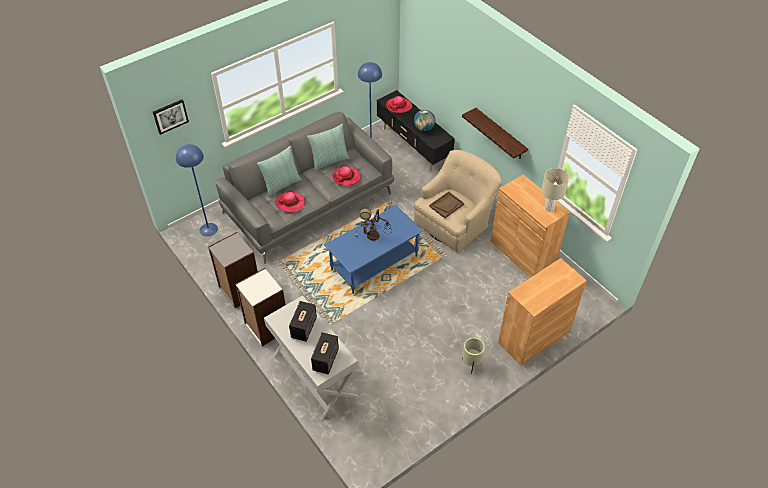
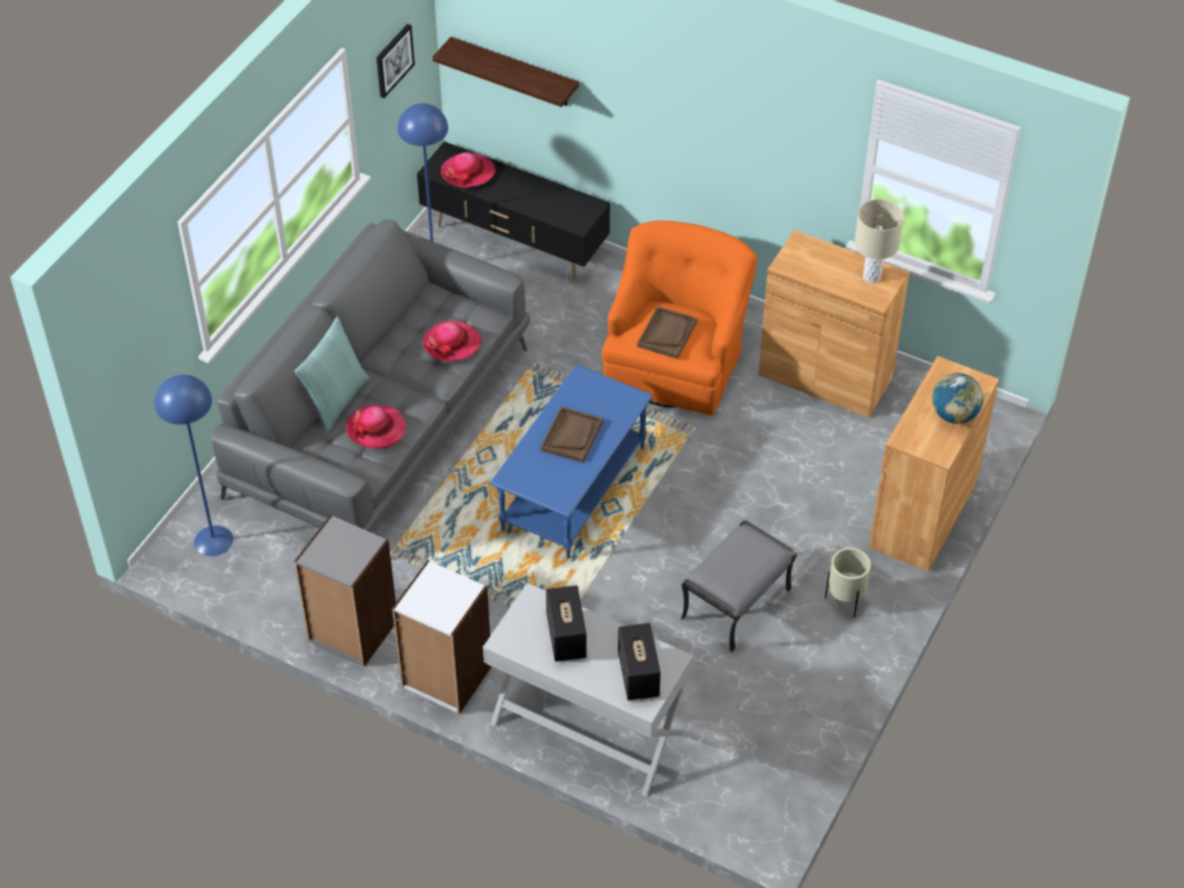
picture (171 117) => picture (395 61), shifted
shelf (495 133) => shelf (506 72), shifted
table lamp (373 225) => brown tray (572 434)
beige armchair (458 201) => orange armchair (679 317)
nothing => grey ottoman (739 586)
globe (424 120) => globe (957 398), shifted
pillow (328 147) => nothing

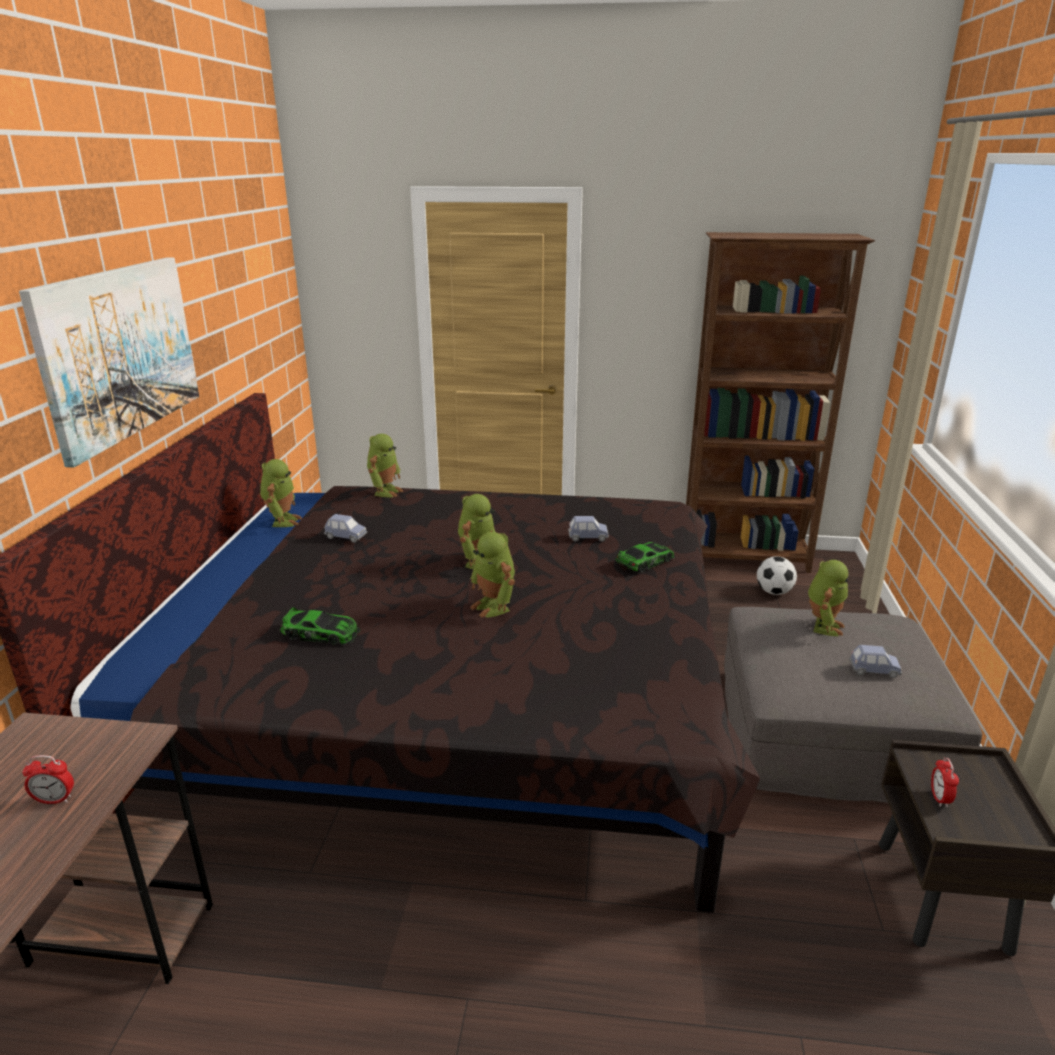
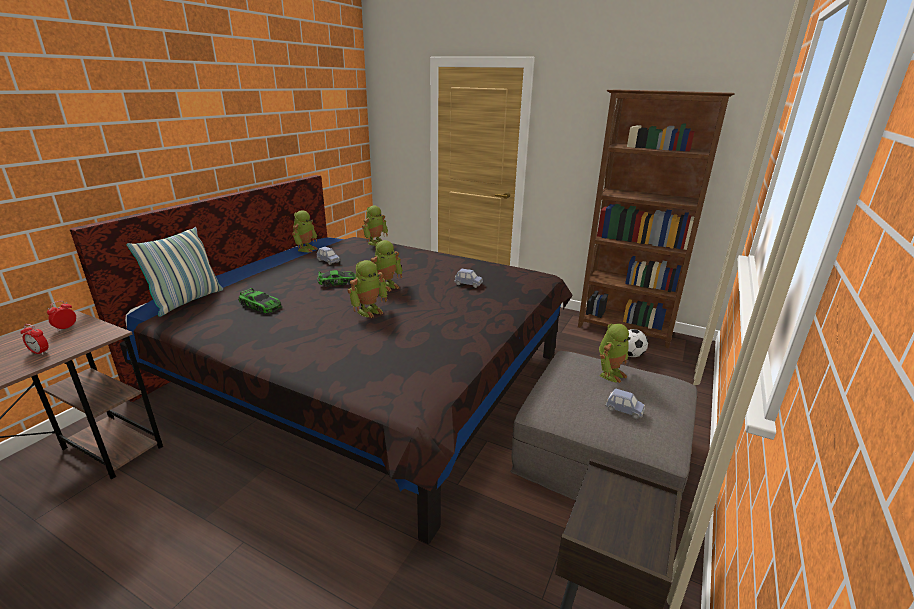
alarm clock (945 782) => alarm clock (61 316), shifted
nothing => pillow (175 272)
toy car (645 557) => toy car (336 278), shifted
toy robot (492 575) => toy robot (367 289), 120 degrees counterclockwise
picture (109 362) => nothing

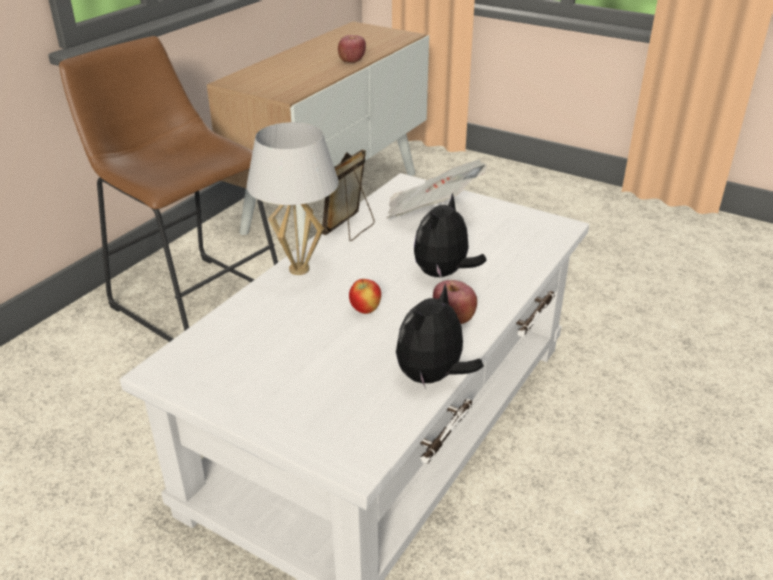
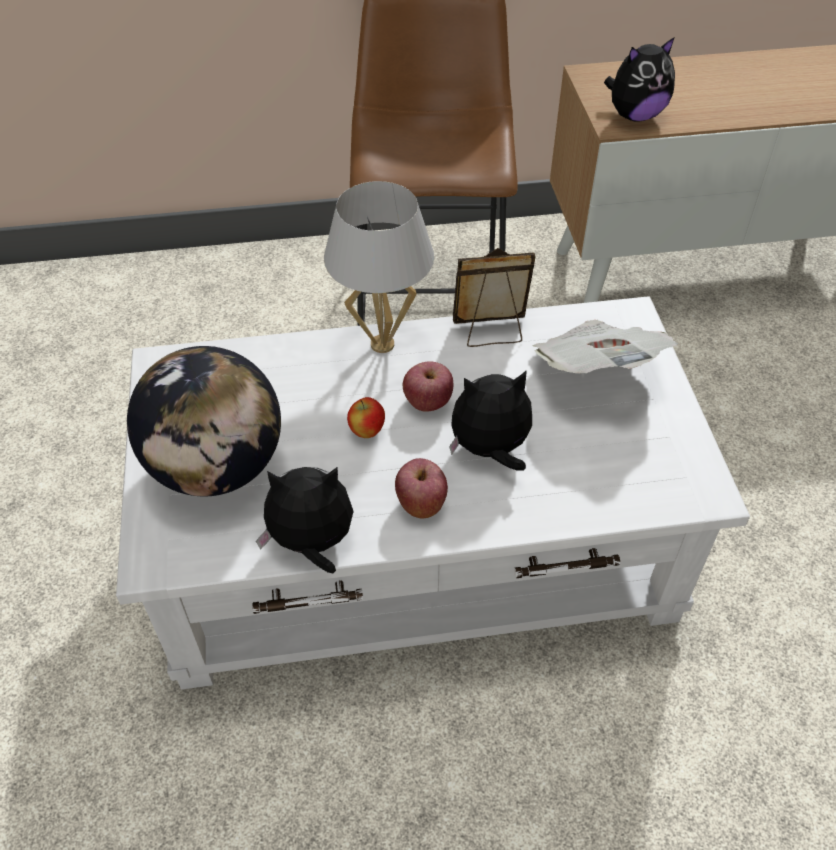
nothing => globe (204 421)
apple (352 49) => apple (428 386), shifted
nothing => plush toy (639 79)

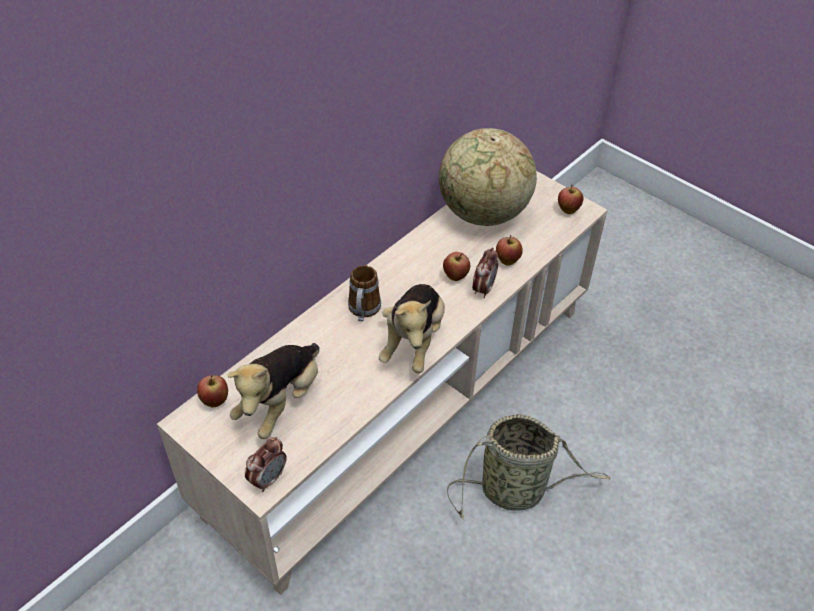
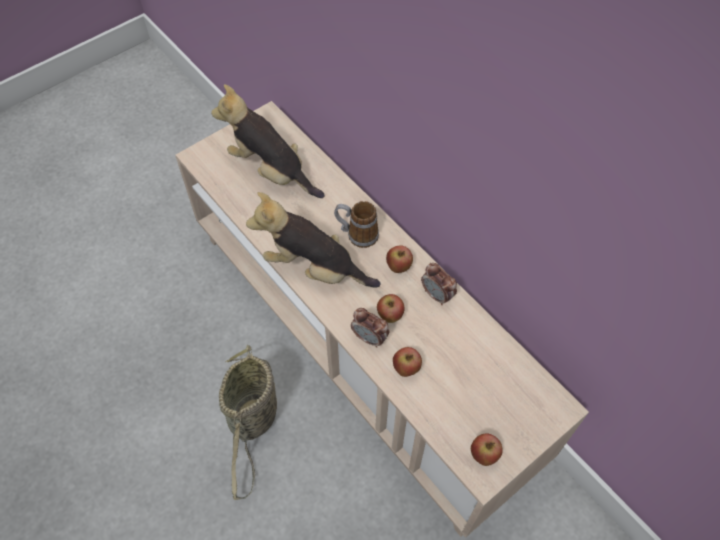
apple (212 391) => apple (399 259), shifted
alarm clock (266 464) => alarm clock (439 284), shifted
globe (488 177) => nothing

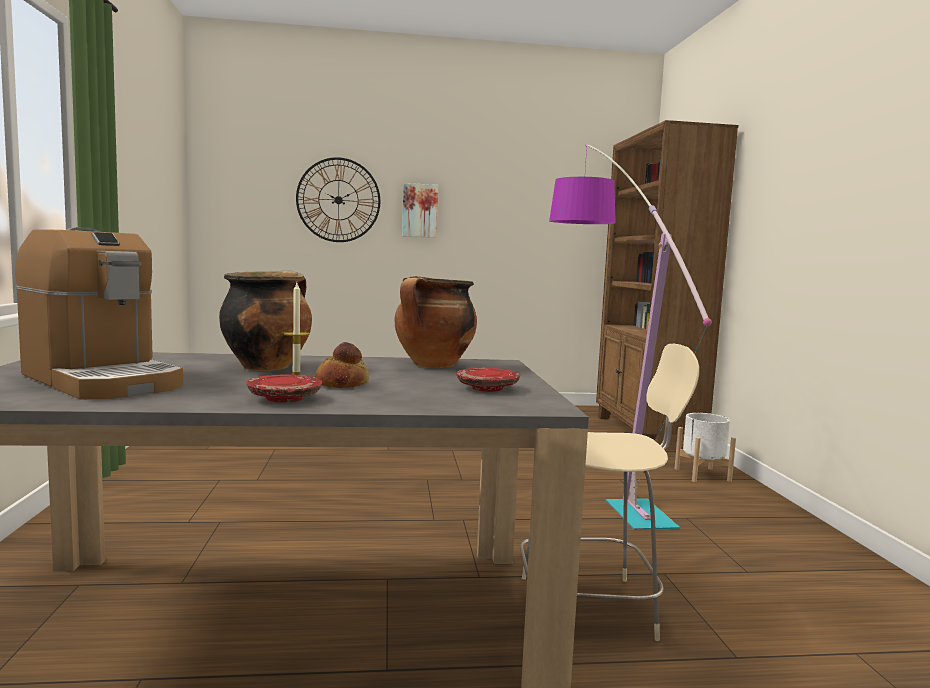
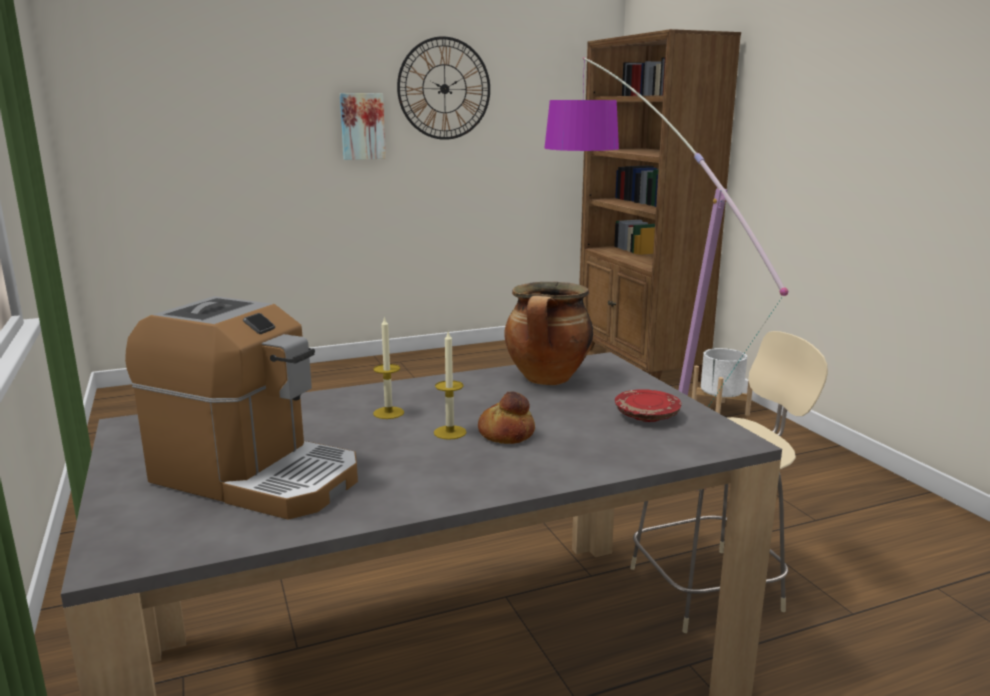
cooking pot (265 321) => candle (388 367)
wall clock (338 199) => wall clock (443 88), shifted
red plate (284 388) => nothing

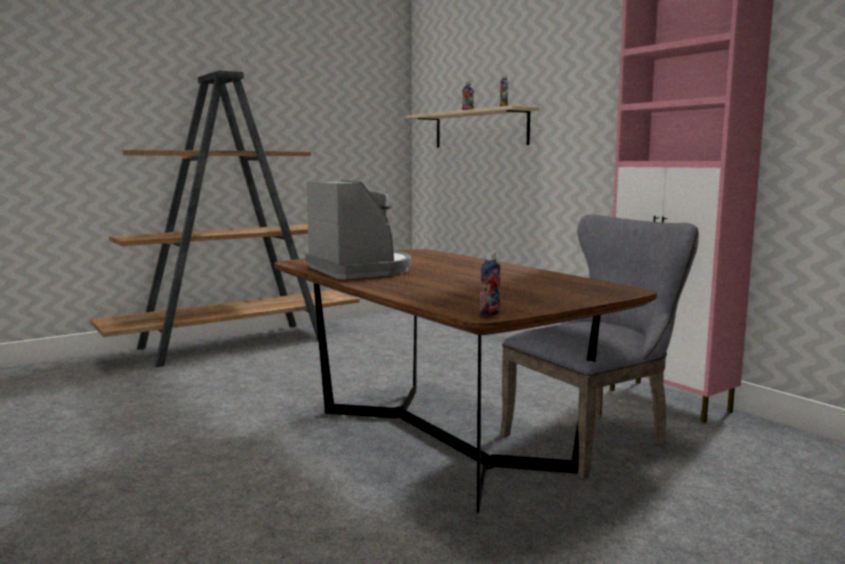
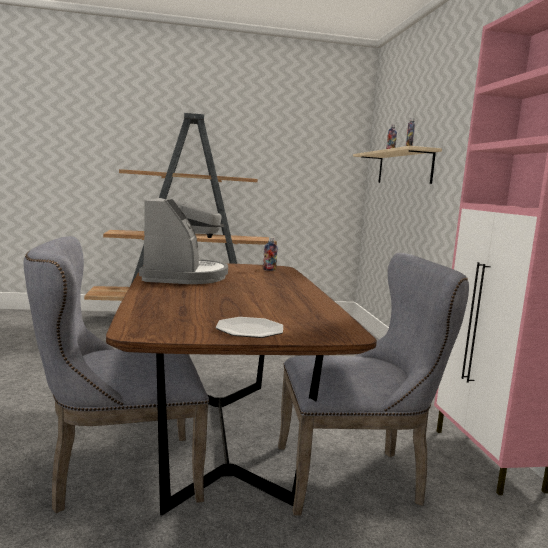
nothing => grey chair (116 374)
nothing => plate (249 327)
bottle (490 284) => bottle (270 254), shifted

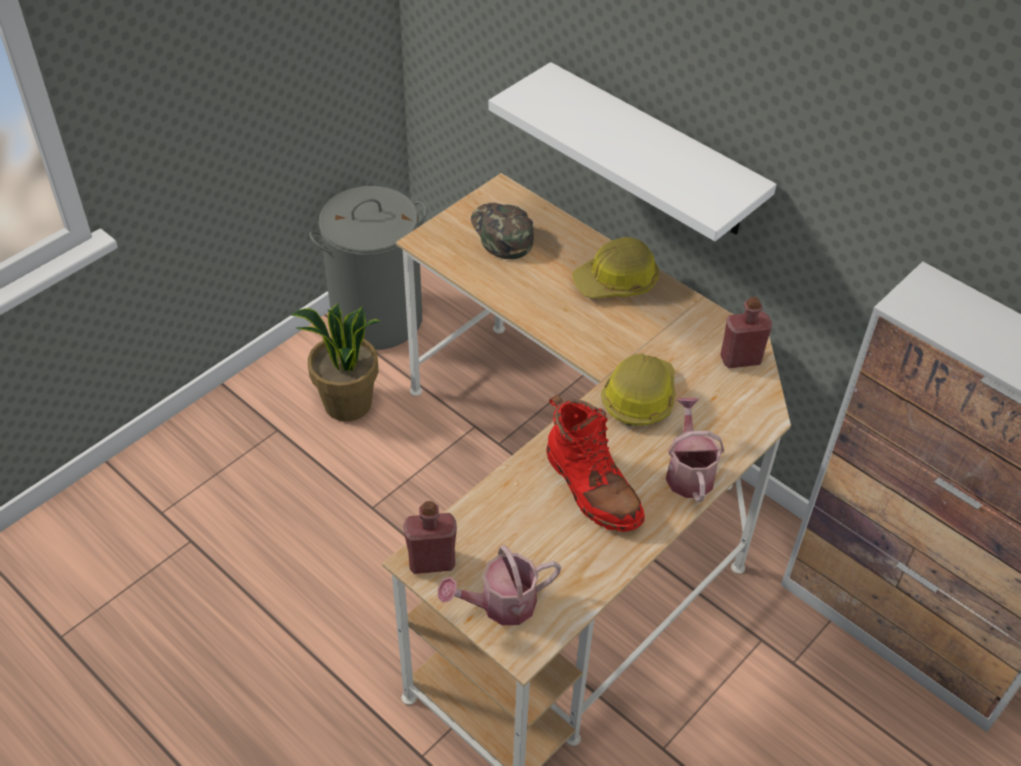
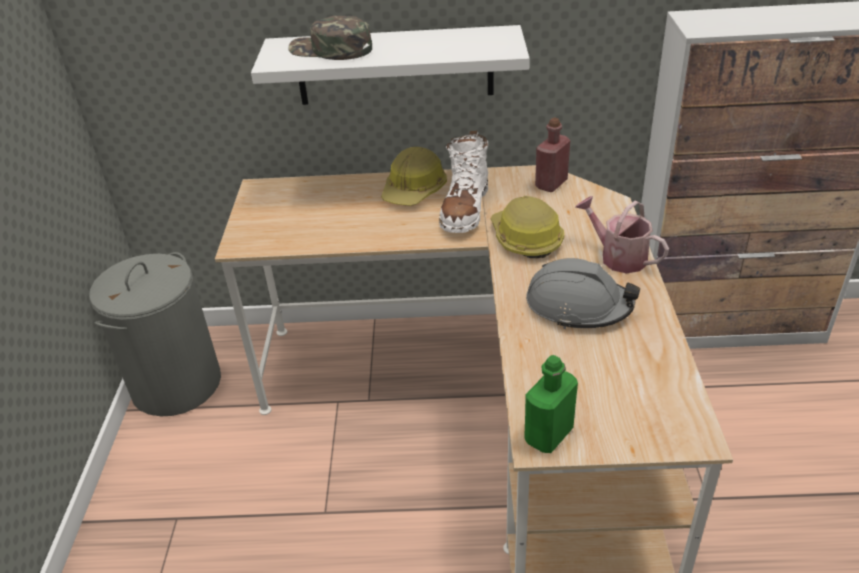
green cap (502 231) => green cap (330 38), shifted
nothing => white boot (463 182)
red bottle (430 537) => green bottle (551 404)
red boot (595 463) => grey hard hat (583 293)
potted plant (335 362) => nothing
watering can (499 585) => nothing

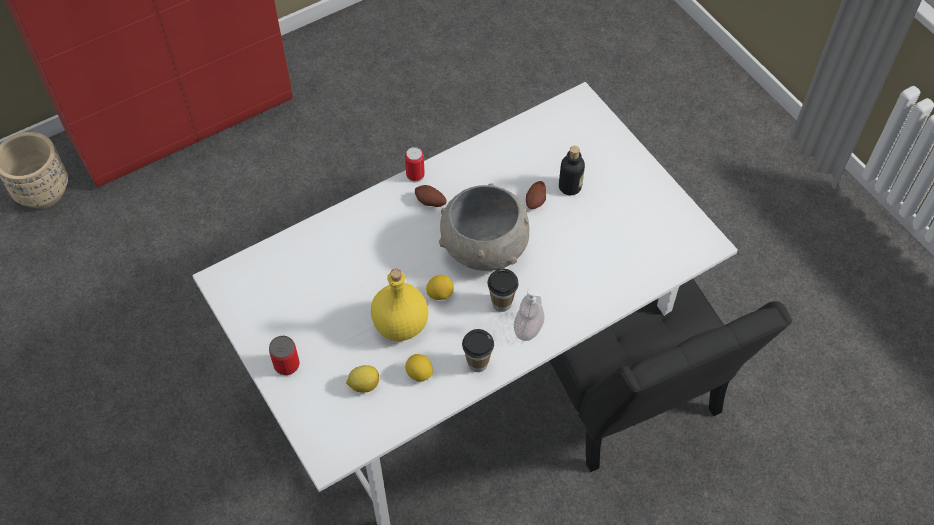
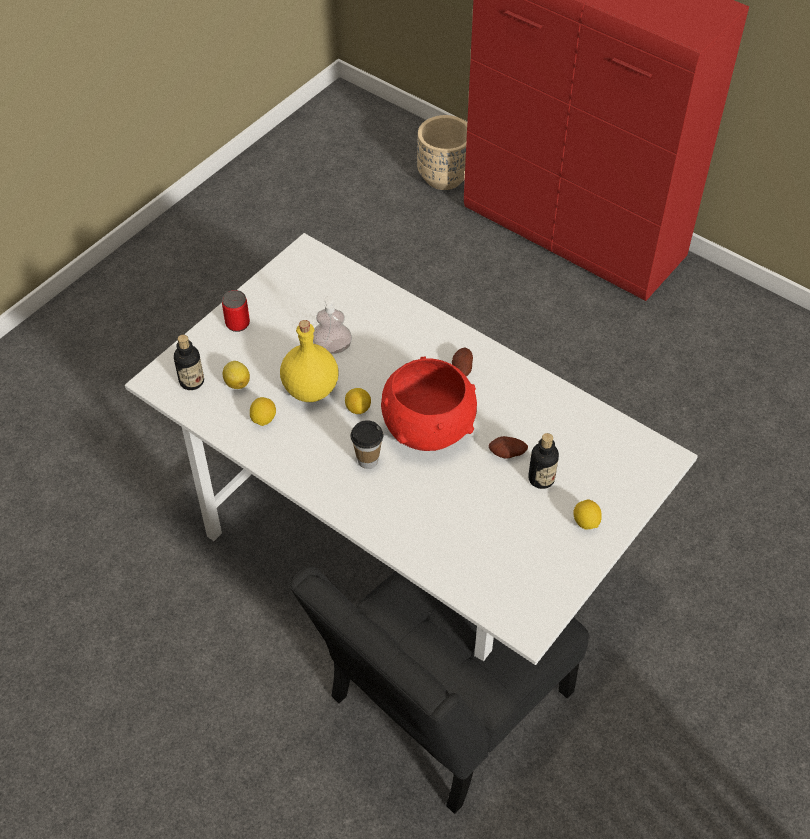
nothing => bottle (189 362)
soap dispenser (529 314) => soap dispenser (332 325), shifted
grey bowl (484 227) => red bowl (429 403)
nothing => lemon (587 515)
can (415 165) => nothing
cup (478 350) => nothing

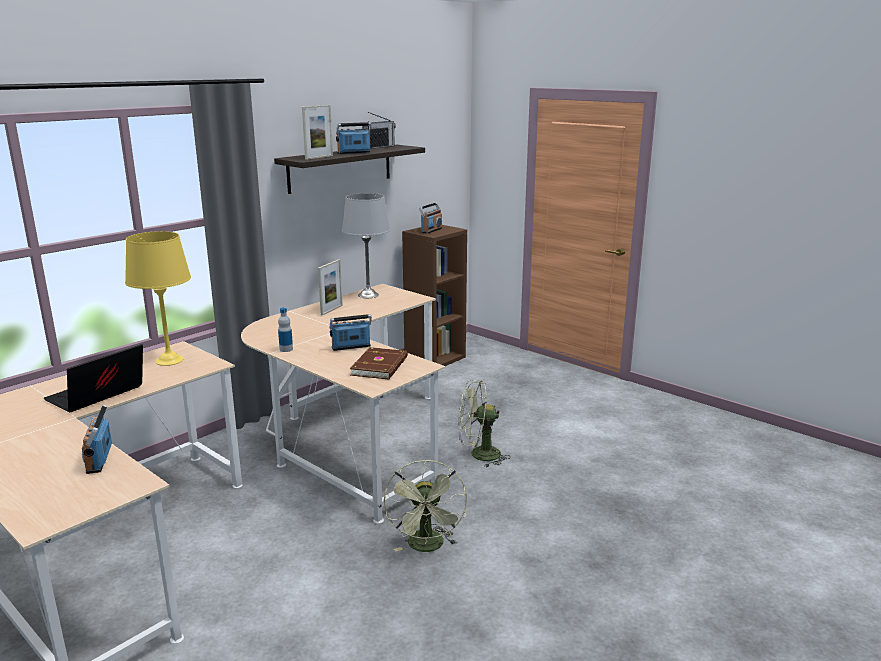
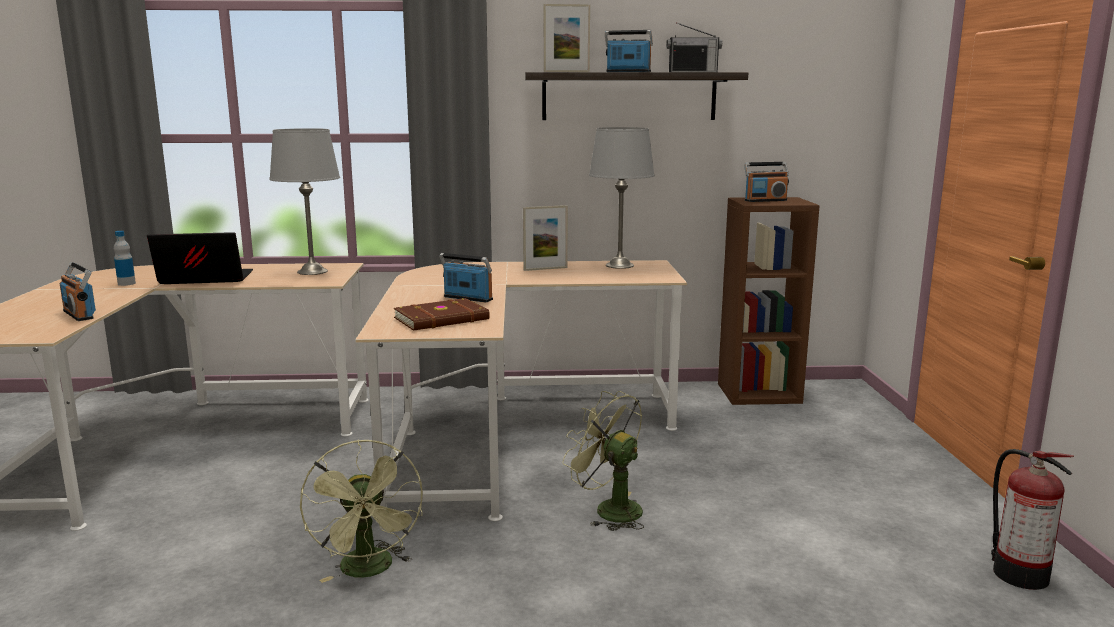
radio (97 439) => radio (78 291), 75 degrees counterclockwise
bottle (285 329) => bottle (125 258), shifted
yellow table lamp (158 298) => grey table lamp (304 201)
green fan (425 506) => green fan (361 511), 60 degrees counterclockwise
nothing => fire extinguisher (1032 519)

